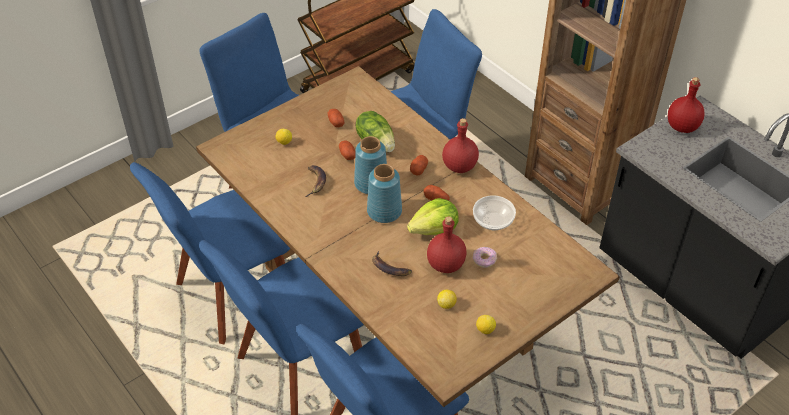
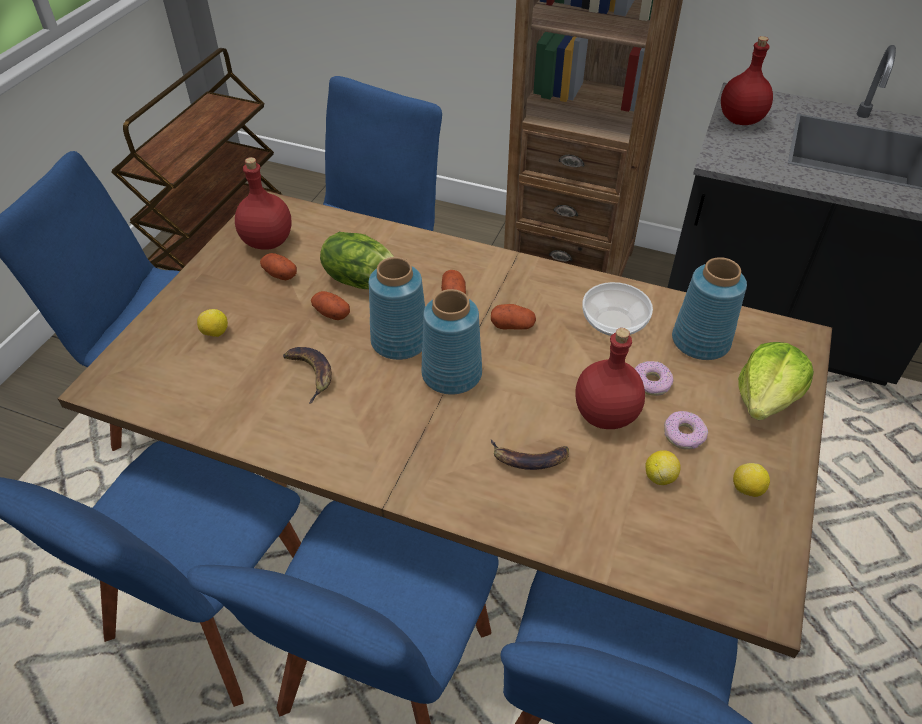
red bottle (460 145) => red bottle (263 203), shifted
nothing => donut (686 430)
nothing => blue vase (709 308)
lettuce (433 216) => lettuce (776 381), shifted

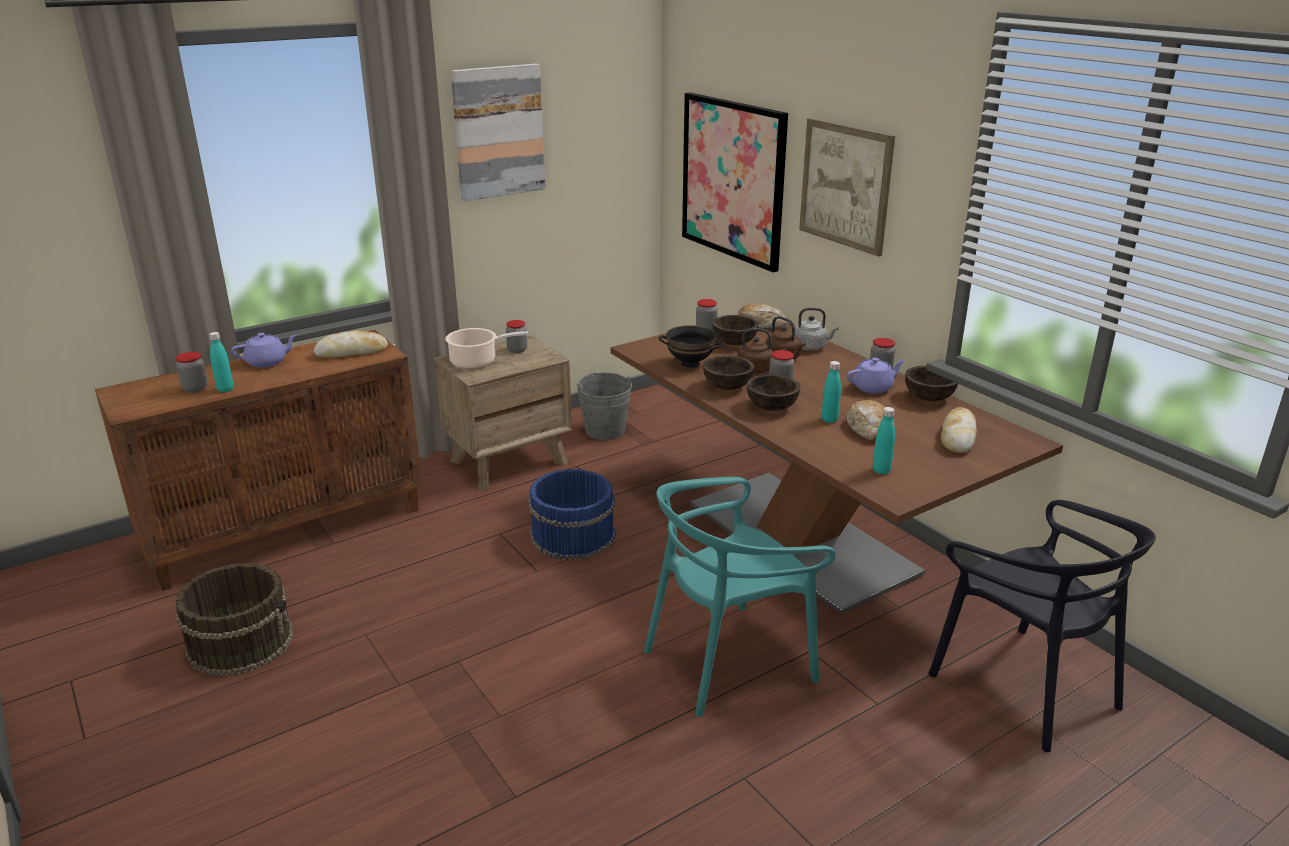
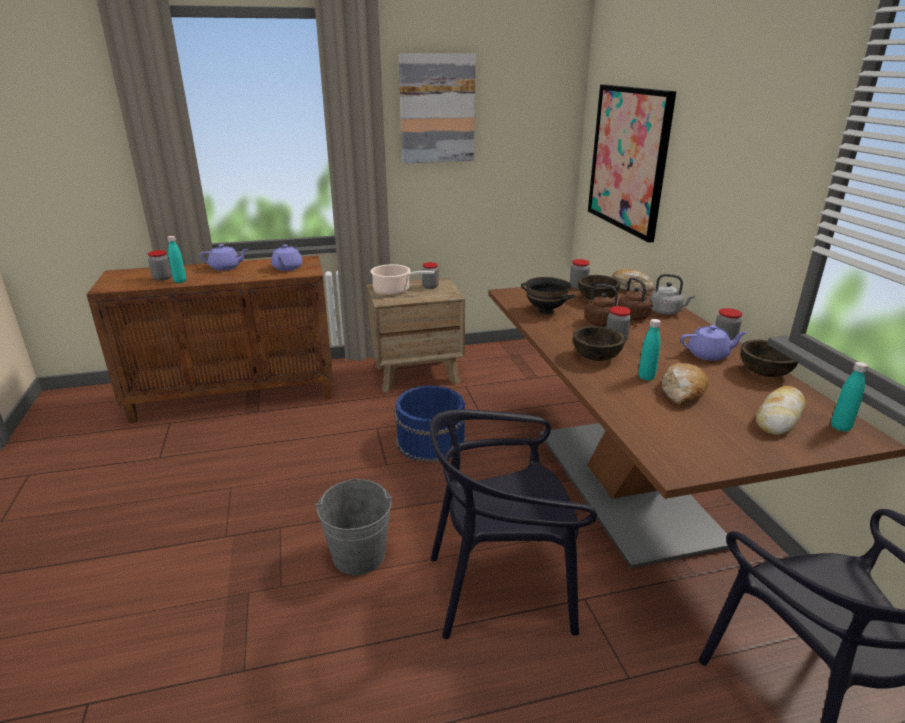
bread (351 344) => purple teapot (286 257)
grey bucket (604 406) => grey bucket (353 526), shifted
turquoise chair (740 597) => black chair (513 524)
turquoise bottle (884 440) => turquoise bottle (849 397), shifted
brown bucket (235 619) => nothing
brown bowl (728 372) => nothing
picture (847 187) => nothing

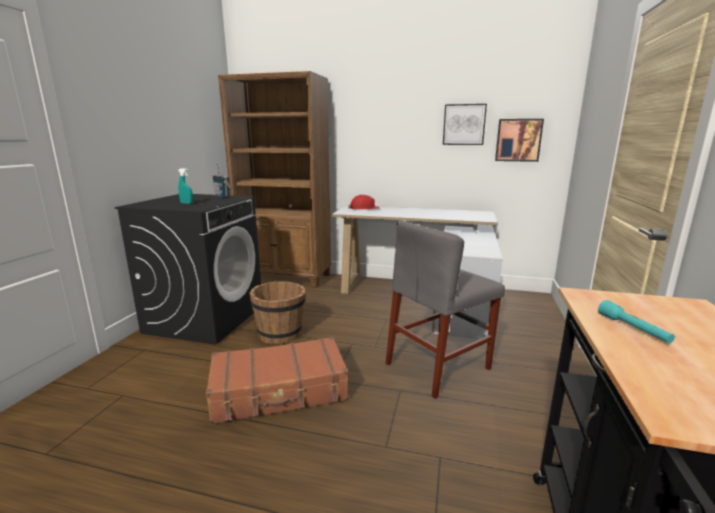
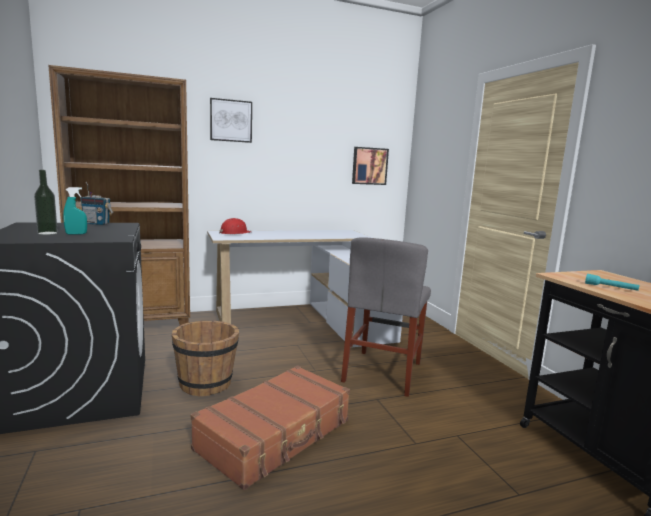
nothing => bottle (46 202)
picture (465 124) => picture (231 120), shifted

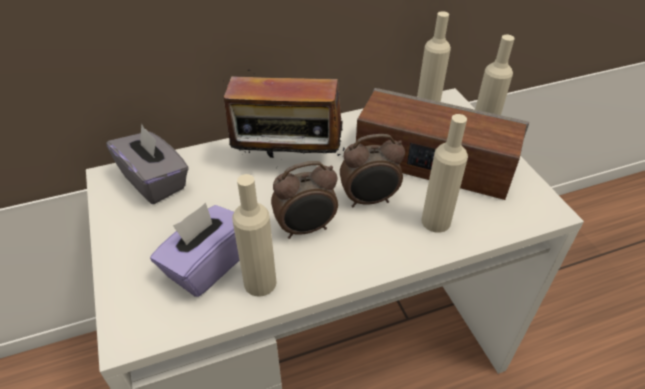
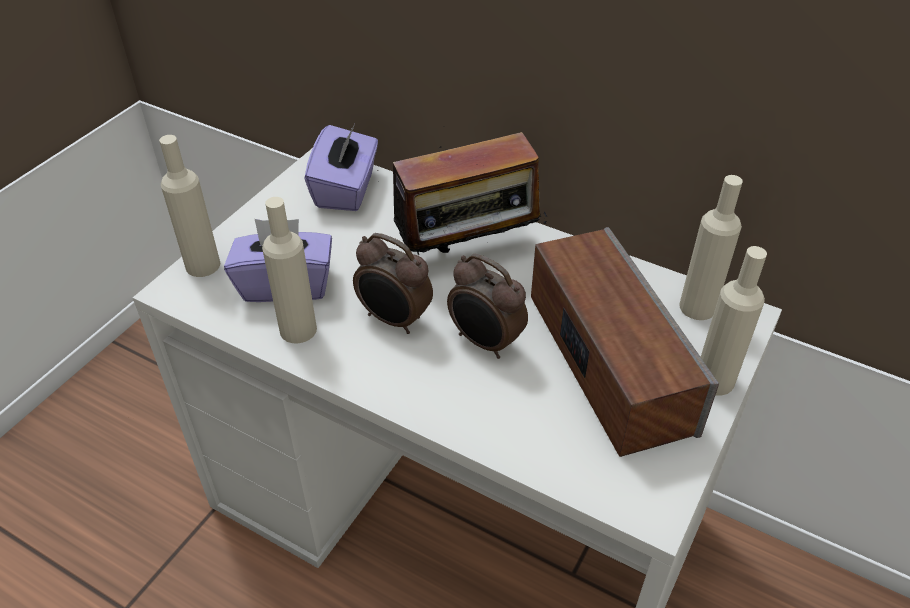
beige bottle (444 173) => beige bottle (189 206), shifted
grey tissue box (147 164) => purple tissue box (341 167)
radio (284 119) => radio (463 190), 75 degrees counterclockwise

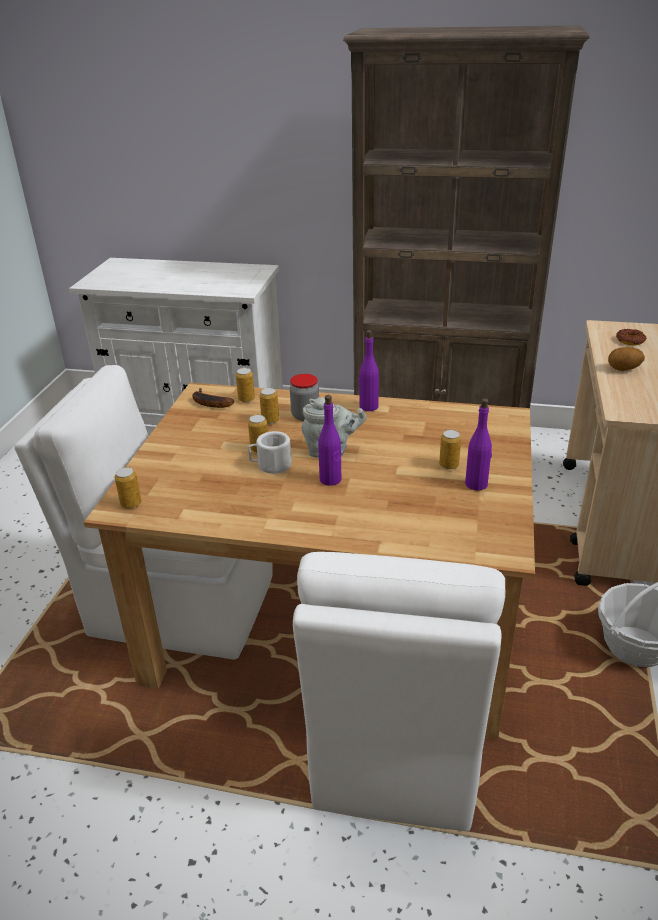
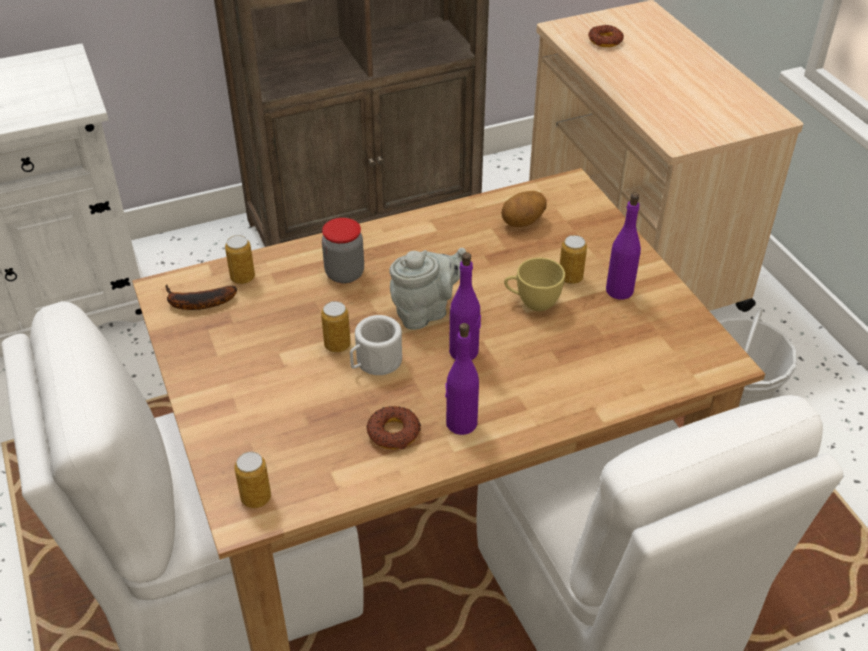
nothing => donut (394 427)
purple bottle (369 370) => purple bottle (462 379), shifted
potato (626 359) => potato (524 209), shifted
nothing => yellow cup (534 284)
can (269 406) => nothing

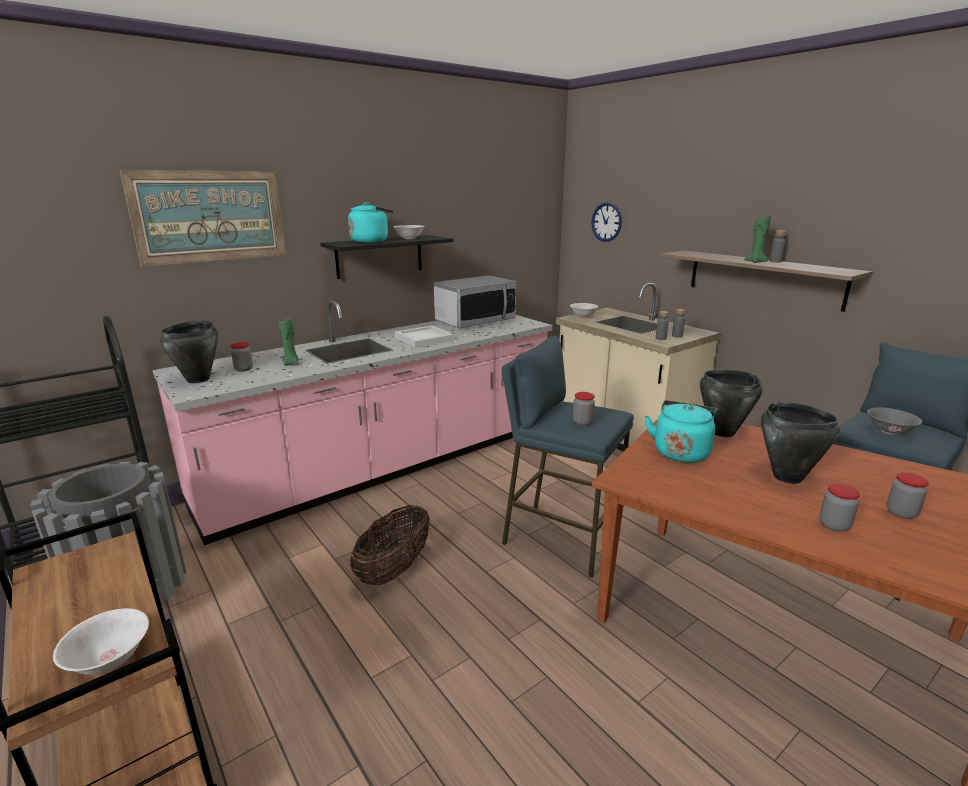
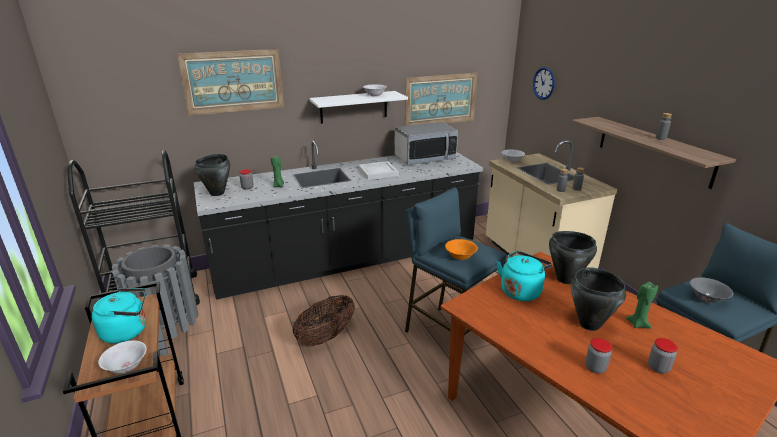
turquoise kettle (370 222) => turquoise kettle (119 316), shifted
pink counter (352 423) => black counter (338 220)
black shelf (387 257) => white shelf (358 107)
nothing => picture (441 99)
jar (584 409) => orange bowl (461 249)
green candle (757 239) => green candle (642 305), shifted

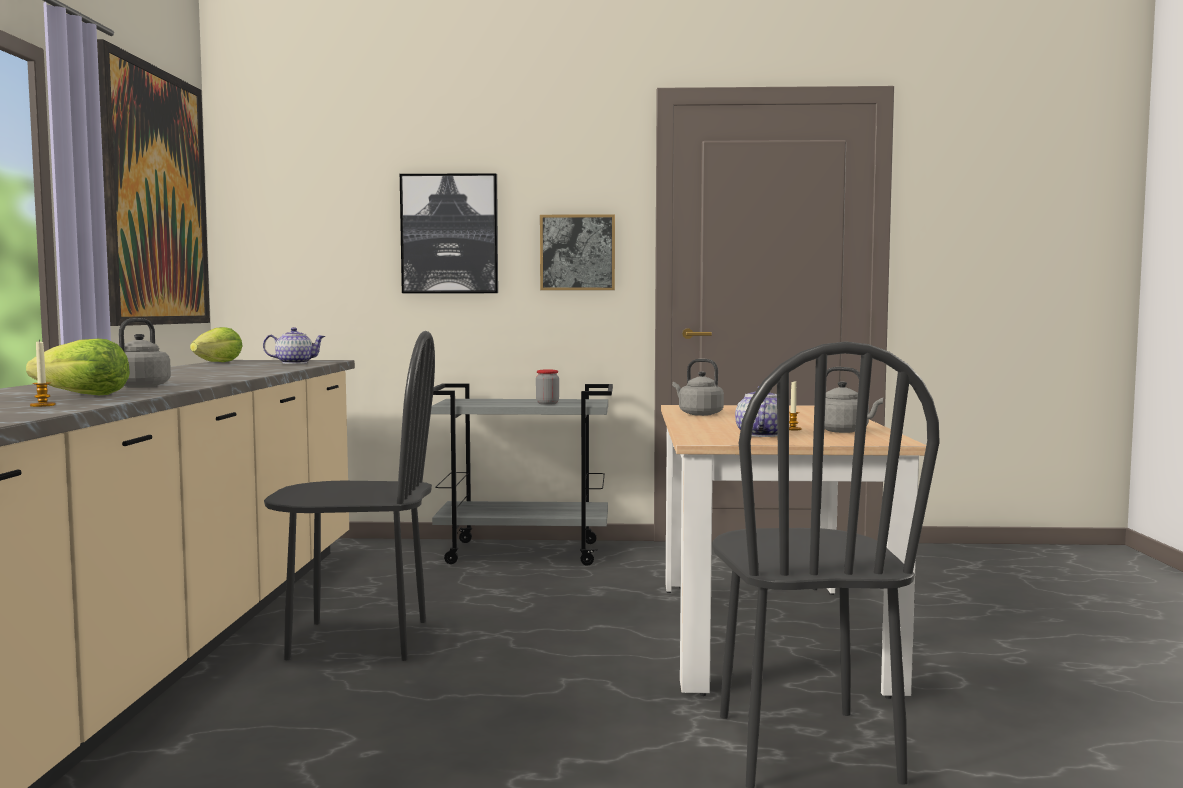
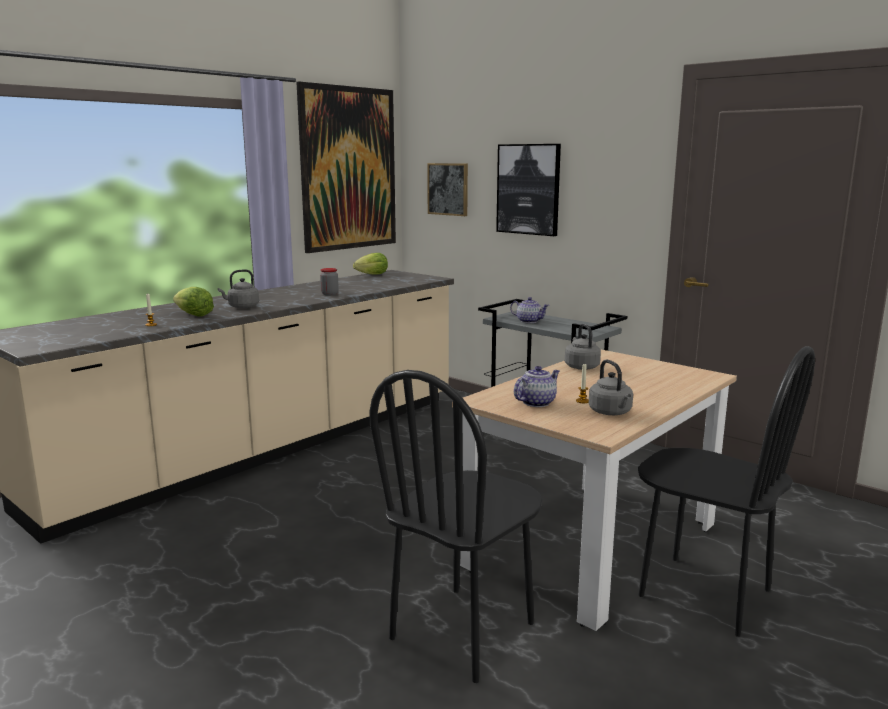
jar (547 387) => jar (329 281), shifted
picture (577 252) => picture (447 189), shifted
teapot (294 345) => teapot (529 310), shifted
black chair (349 496) => black chair (726 491), shifted

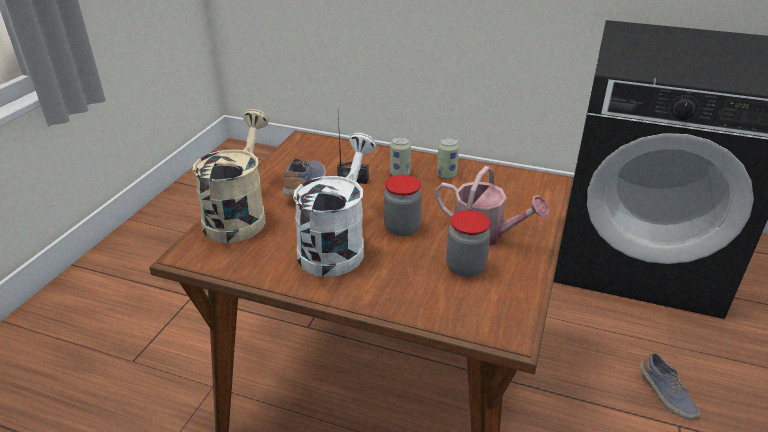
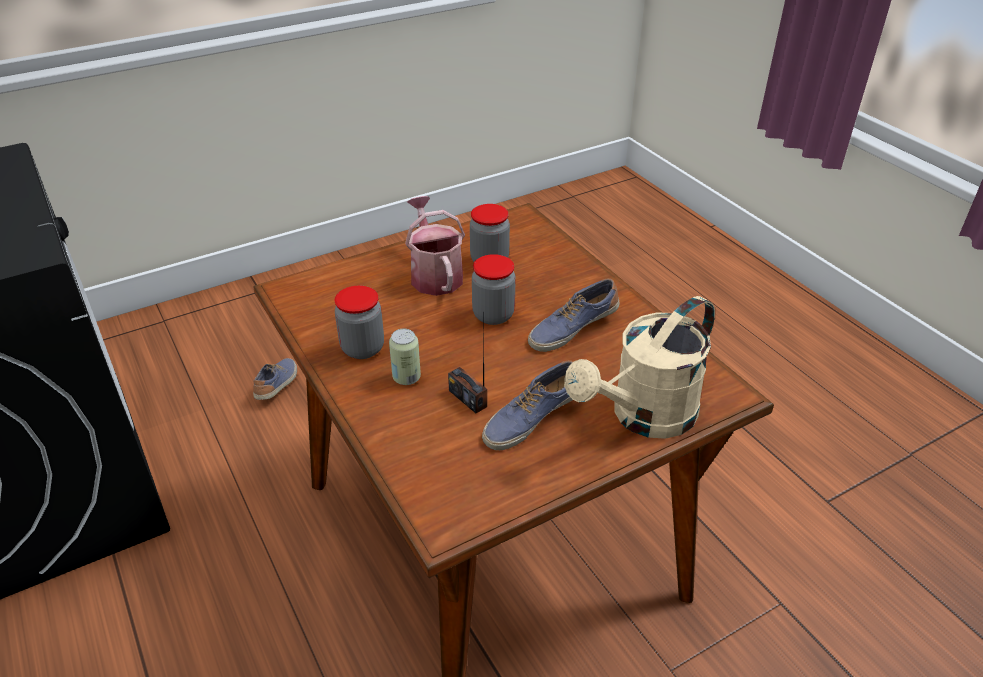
can (448 158) => jar (359 322)
white watering can (335 205) => shoe (574 315)

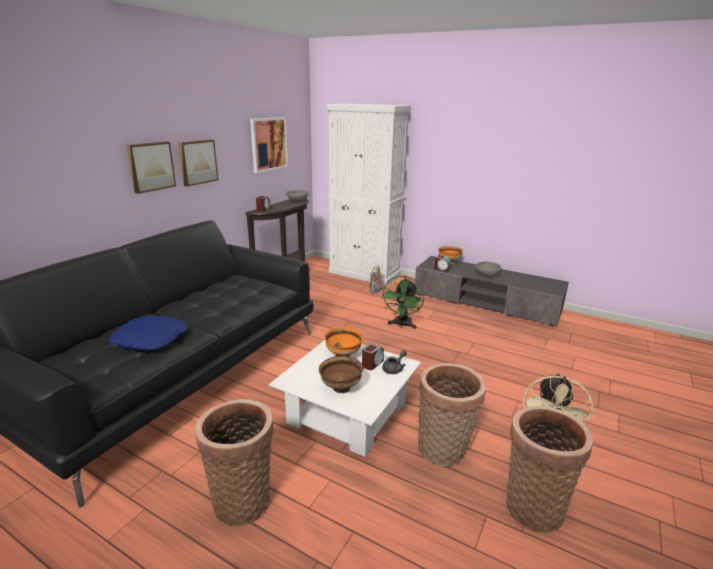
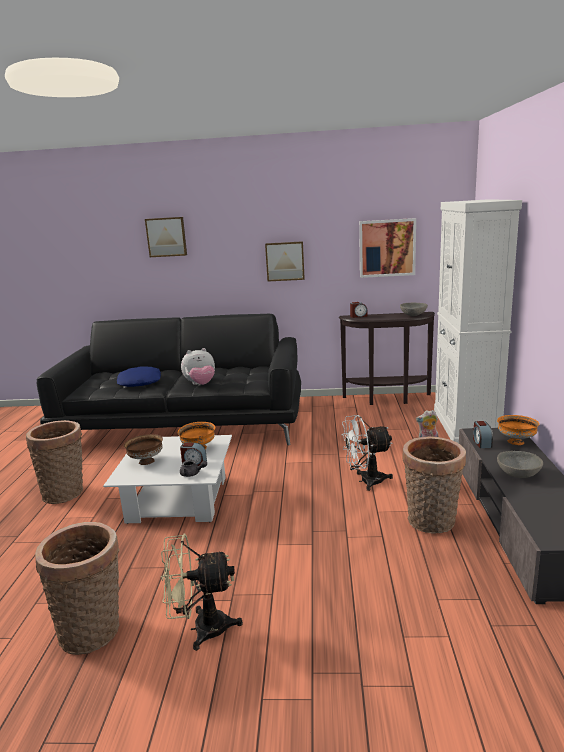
picture (151 168) => picture (166 237), shifted
nothing => plush toy (198 366)
green fan (402 302) => white fan (367 453)
basket (451 414) => basket (434 484), shifted

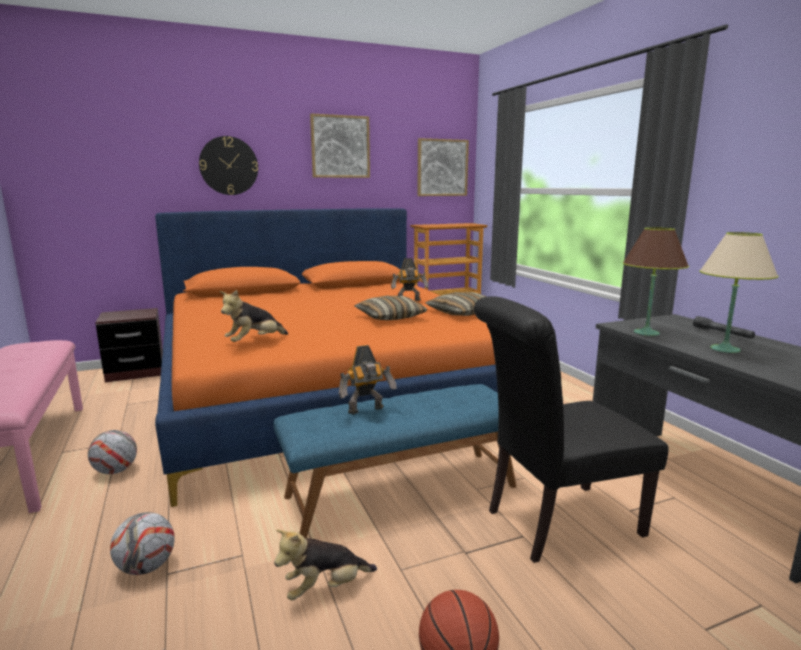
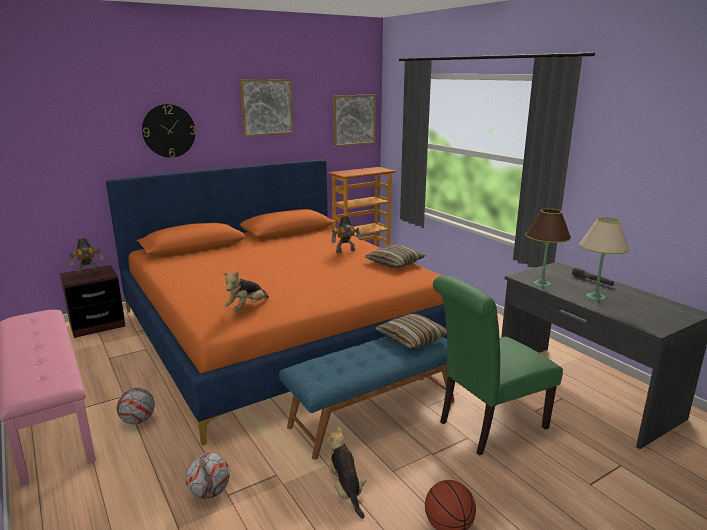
toy robot (368 379) => toy robot (86 256), shifted
plush toy (325 564) => plush toy (346 472), 105 degrees clockwise
pillow (391 308) => pillow (411 331), shifted
black chair (571 429) => green chair (498 365)

